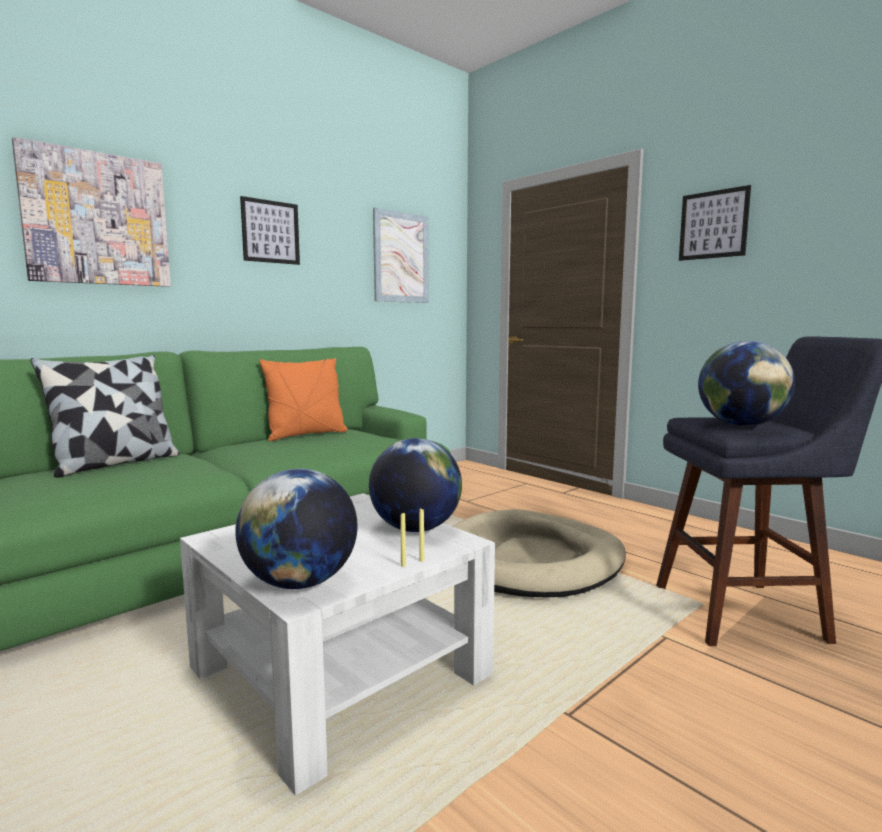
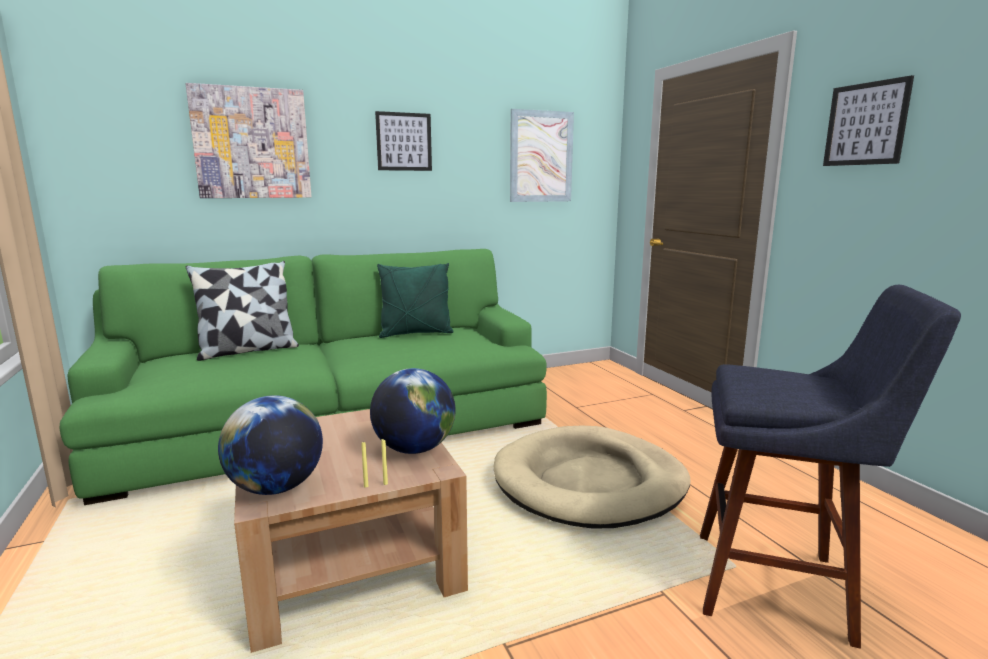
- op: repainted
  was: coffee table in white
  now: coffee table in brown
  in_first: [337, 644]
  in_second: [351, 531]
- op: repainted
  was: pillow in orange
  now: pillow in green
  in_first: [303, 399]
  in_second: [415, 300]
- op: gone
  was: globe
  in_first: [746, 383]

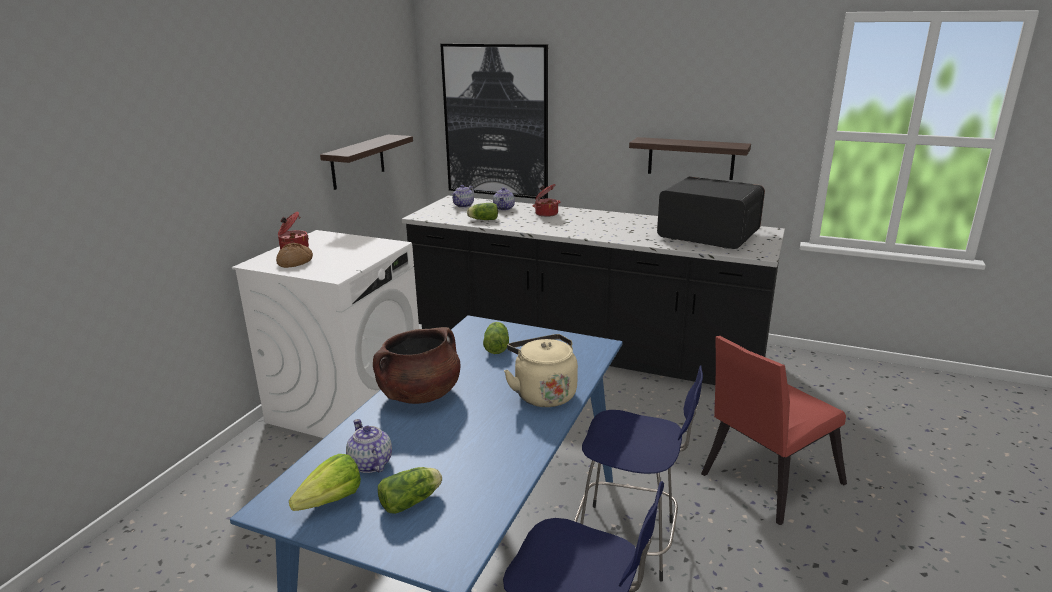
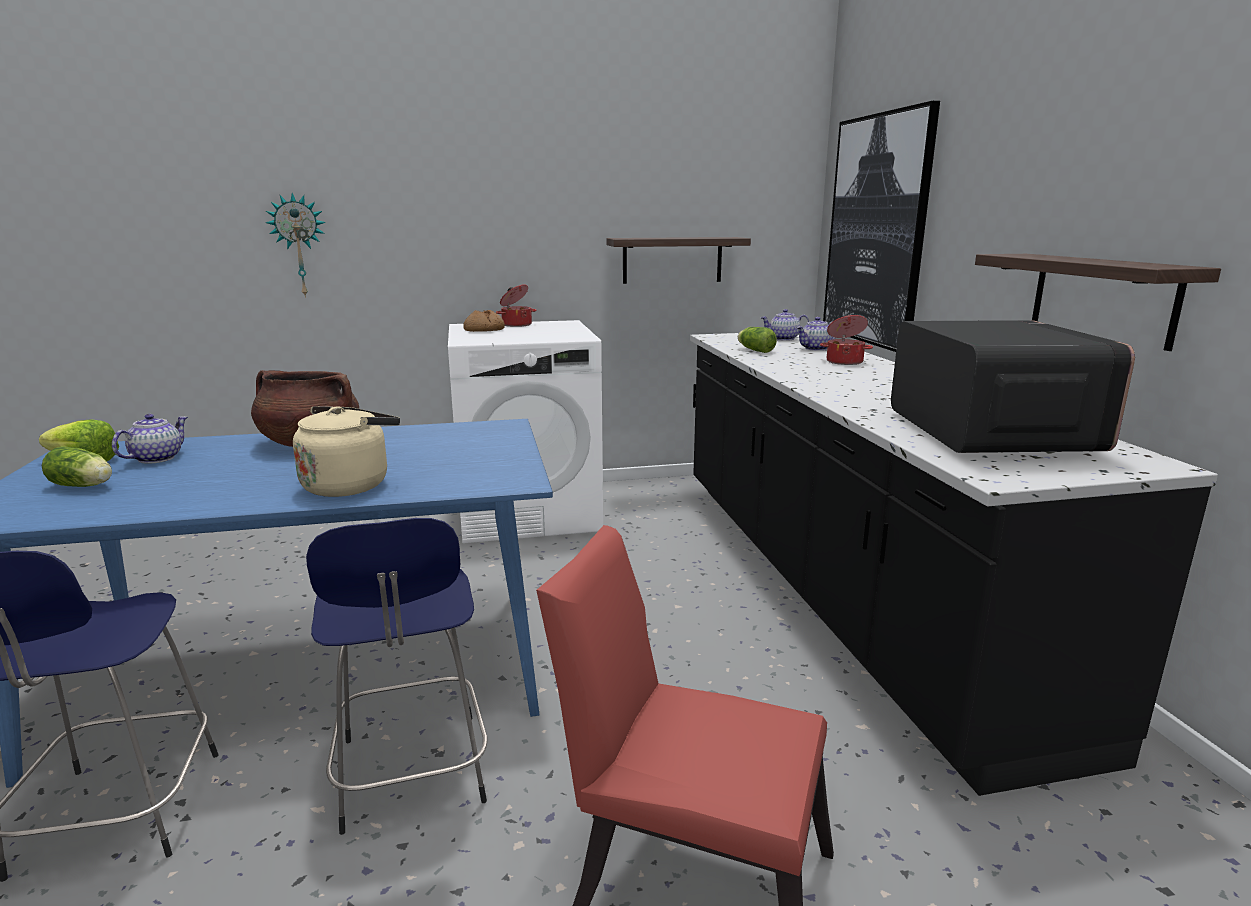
- op: gone
  was: lettuce
  in_first: [496, 338]
- op: new
  now: wall clock
  in_second: [296, 245]

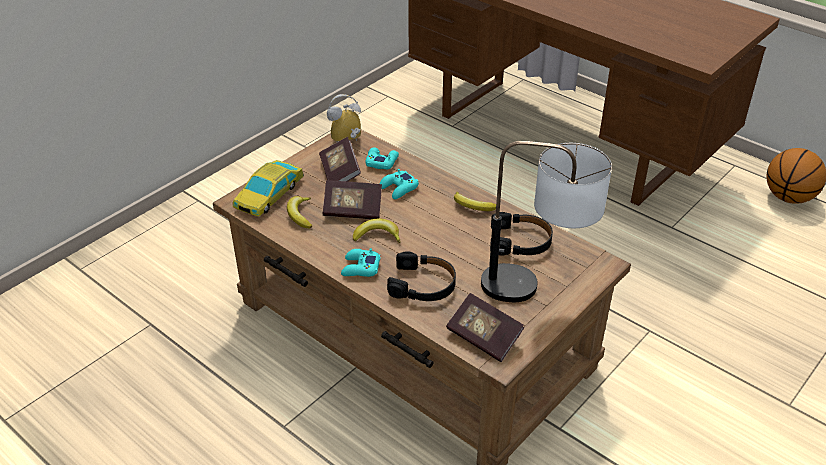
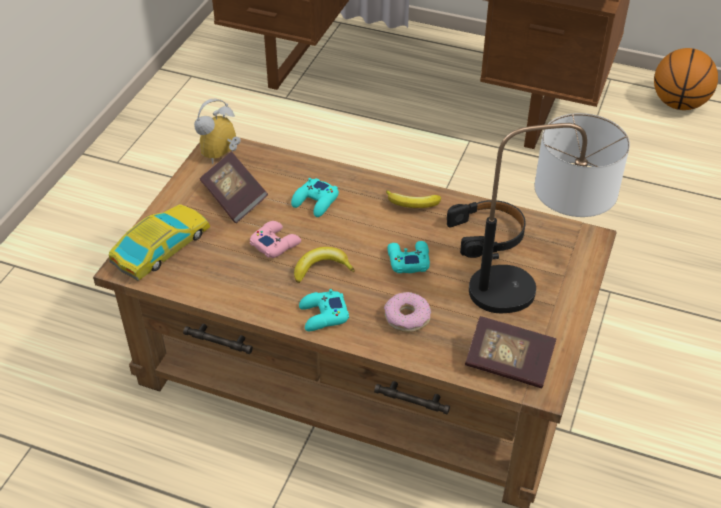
- op: rotated
  was: toy car
  in_first: [268, 188]
  in_second: [159, 242]
  clockwise: -150
- op: gone
  was: banana
  in_first: [299, 212]
- op: swapped
  was: book
  now: game controller in pink
  in_first: [352, 199]
  in_second: [275, 239]
- op: shifted
  was: game controller in turquoise
  in_first: [382, 158]
  in_second: [408, 257]
- op: swapped
  was: headphones in black
  now: donut
  in_first: [421, 276]
  in_second: [407, 312]

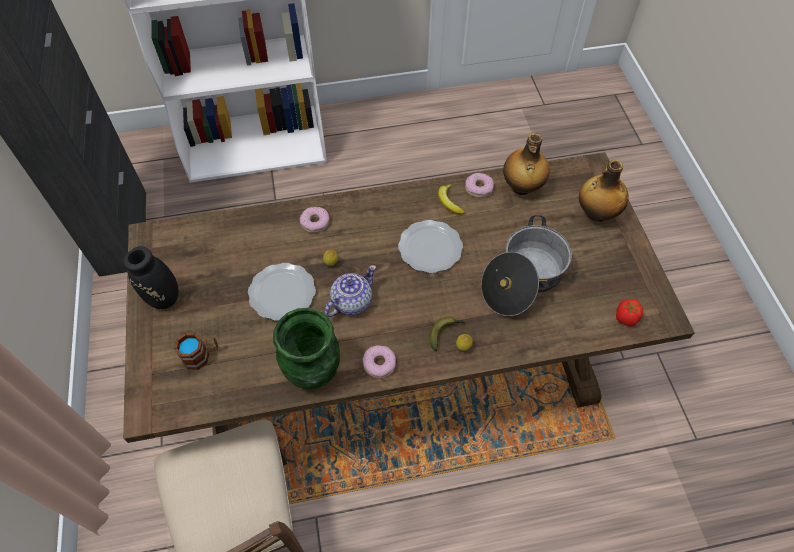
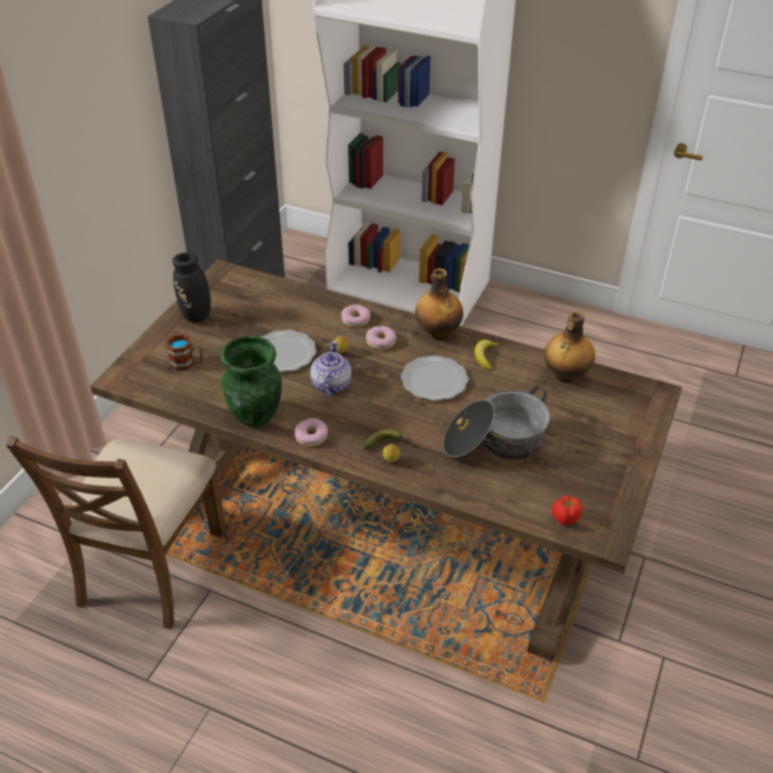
- op: rotated
  was: teapot
  in_first: [350, 291]
  in_second: [330, 369]
  clockwise: -75
- op: shifted
  was: donut
  in_first: [479, 185]
  in_second: [381, 338]
- op: shifted
  was: bottle
  in_first: [604, 191]
  in_second: [439, 304]

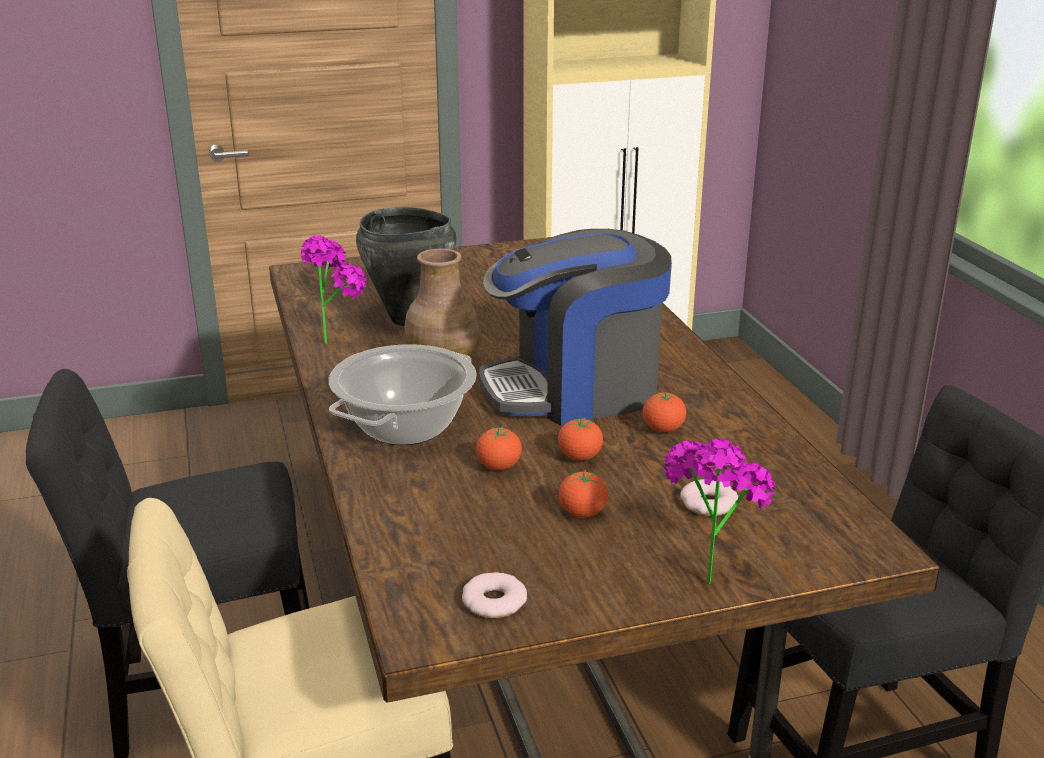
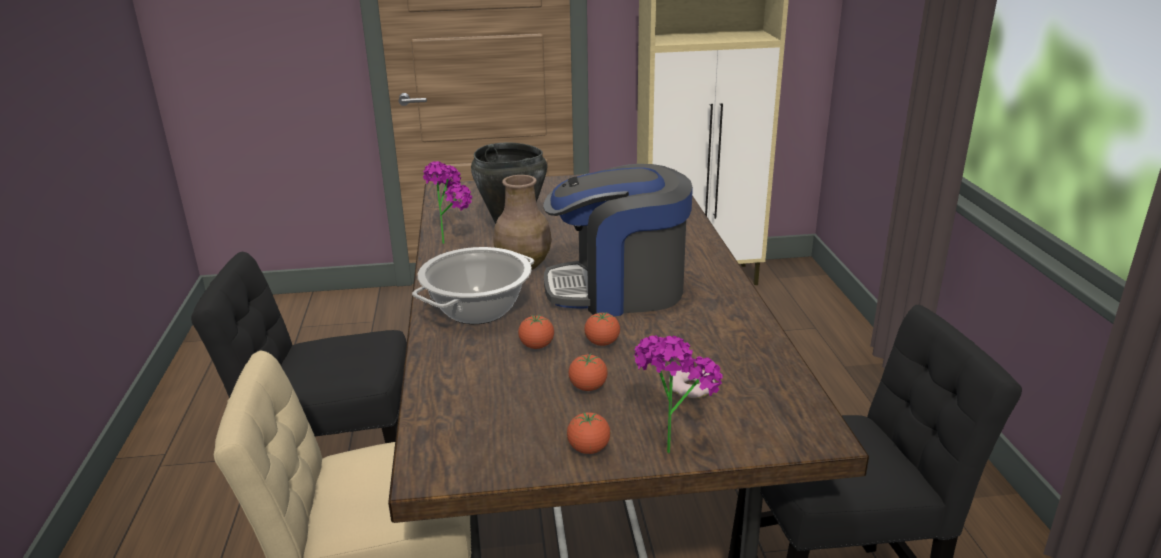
- op: gone
  was: donut
  in_first: [494, 595]
- op: shifted
  was: tomato
  in_first: [664, 412]
  in_second: [588, 433]

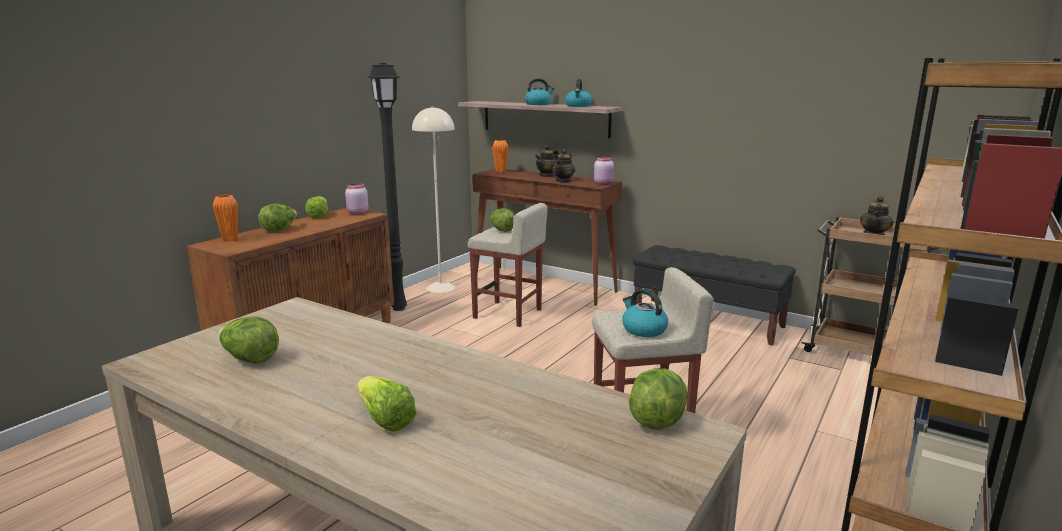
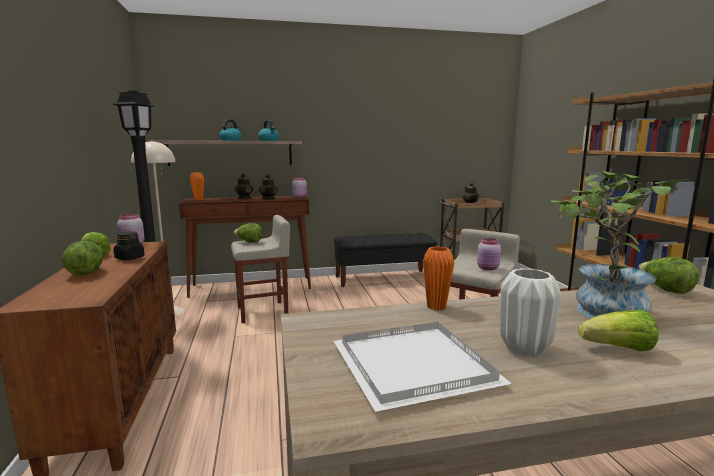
- op: shifted
  was: vase in orange
  in_first: [225, 218]
  in_second: [438, 278]
- op: swapped
  was: lettuce
  now: tray in white
  in_first: [248, 340]
  in_second: [423, 367]
- op: swapped
  was: kettle
  now: jar in pink
  in_first: [645, 312]
  in_second: [489, 254]
- op: new
  now: jar in black
  in_second: [129, 245]
- op: new
  now: vase in white
  in_second: [531, 312]
- op: new
  now: potted plant
  in_second: [619, 244]

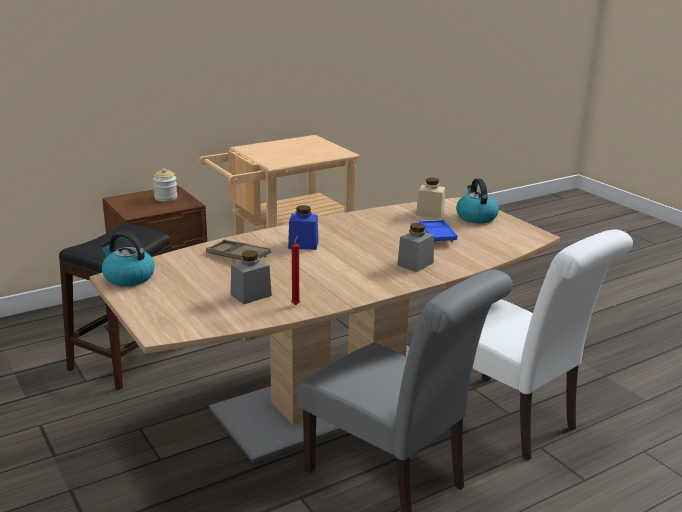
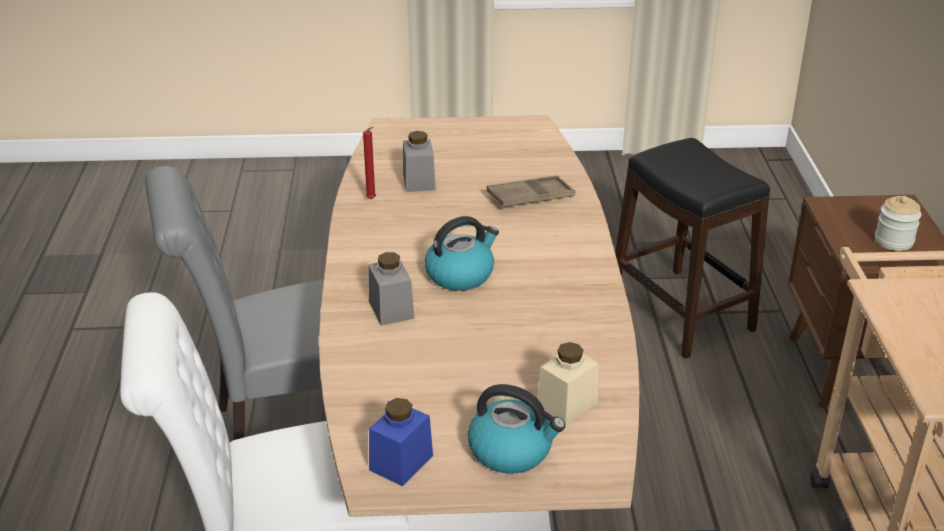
- op: shifted
  was: kettle
  in_first: [127, 259]
  in_second: [462, 253]
- op: shifted
  was: jar in blue
  in_first: [303, 227]
  in_second: [401, 442]
- op: gone
  was: tray in blue
  in_first: [438, 231]

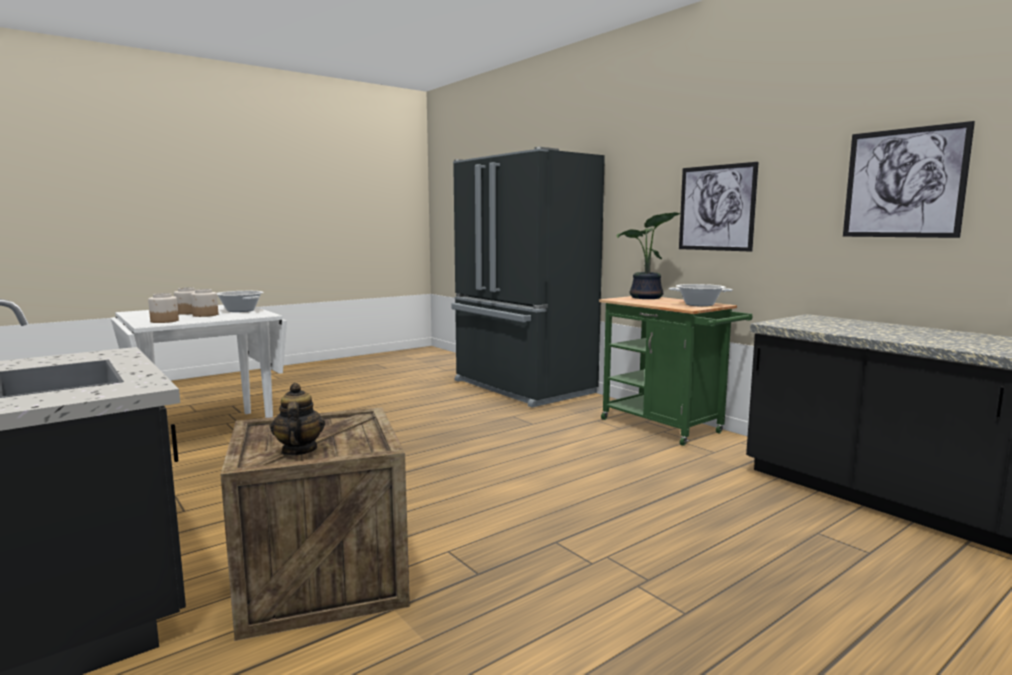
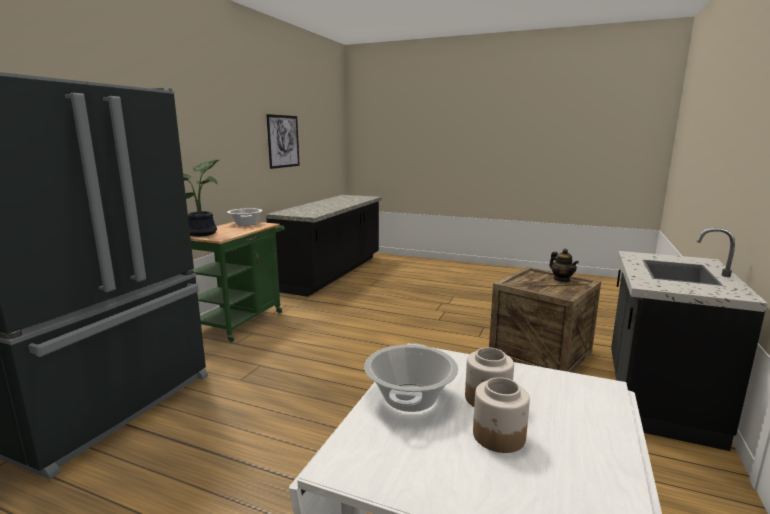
- op: gone
  was: jar
  in_first: [163, 308]
- op: rotated
  was: teapot
  in_first: [297, 419]
  in_second: [564, 265]
  clockwise: -75
- op: gone
  was: picture
  in_first: [718, 207]

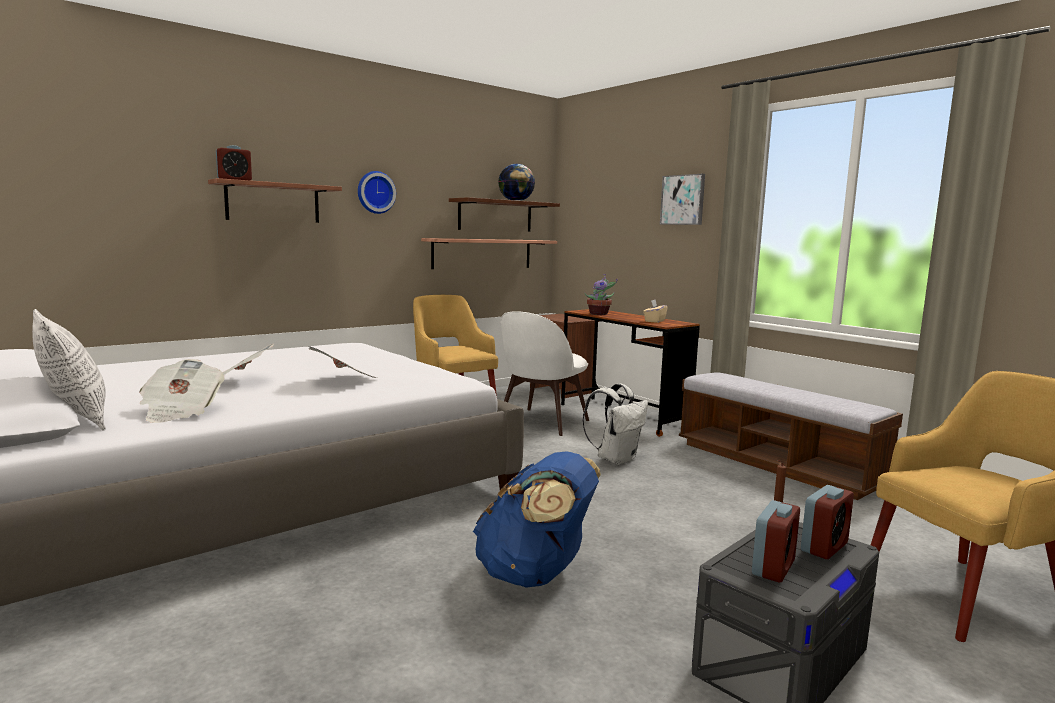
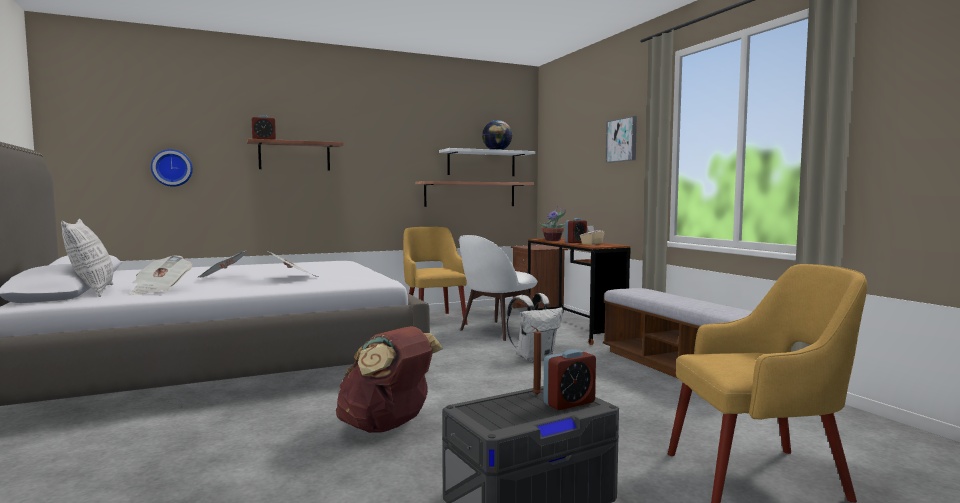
- op: shifted
  was: wall clock
  in_first: [377, 192]
  in_second: [172, 168]
- op: repainted
  was: shelf in brown
  now: shelf in white
  in_first: [504, 214]
  in_second: [487, 162]
- op: repainted
  was: backpack in blue
  now: backpack in brown
  in_first: [537, 519]
  in_second: [389, 379]
- op: shifted
  was: alarm clock
  in_first: [776, 541]
  in_second: [576, 230]

